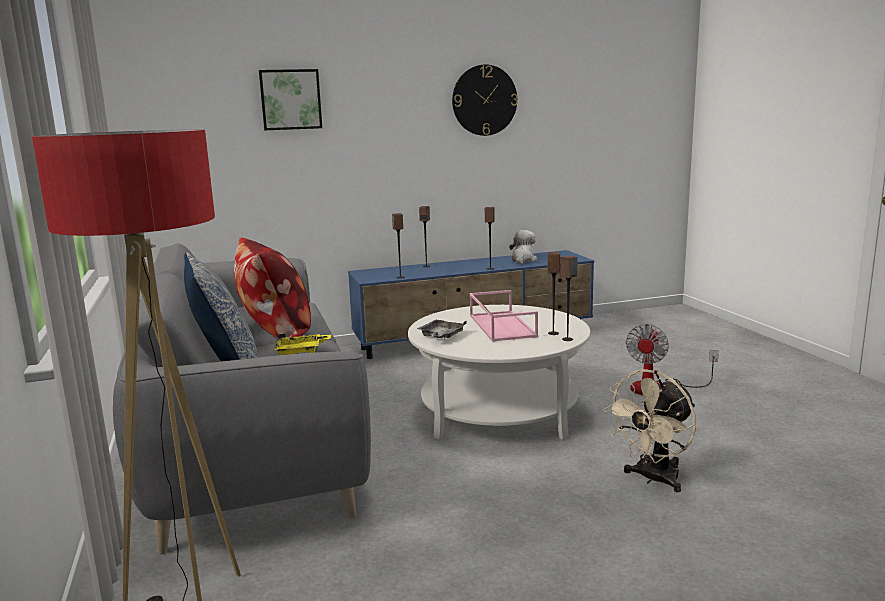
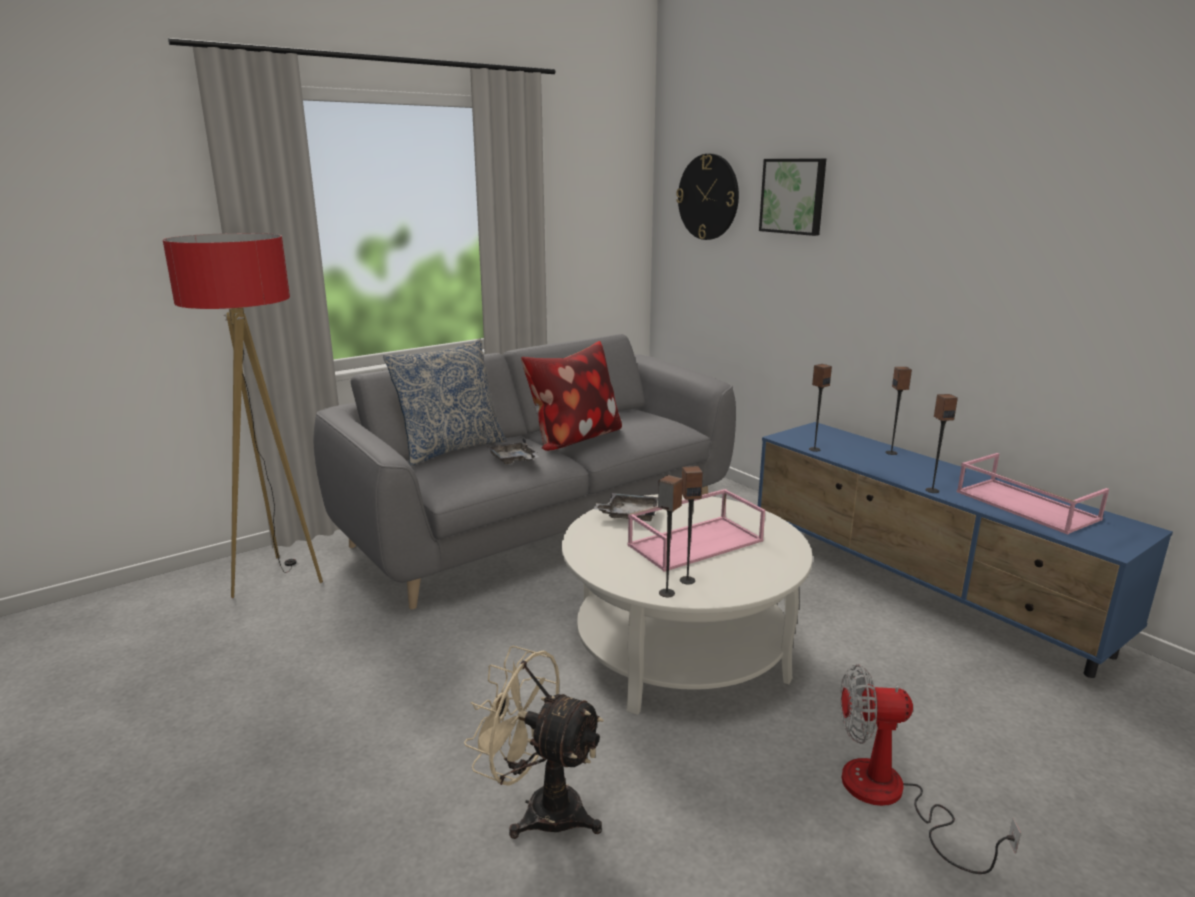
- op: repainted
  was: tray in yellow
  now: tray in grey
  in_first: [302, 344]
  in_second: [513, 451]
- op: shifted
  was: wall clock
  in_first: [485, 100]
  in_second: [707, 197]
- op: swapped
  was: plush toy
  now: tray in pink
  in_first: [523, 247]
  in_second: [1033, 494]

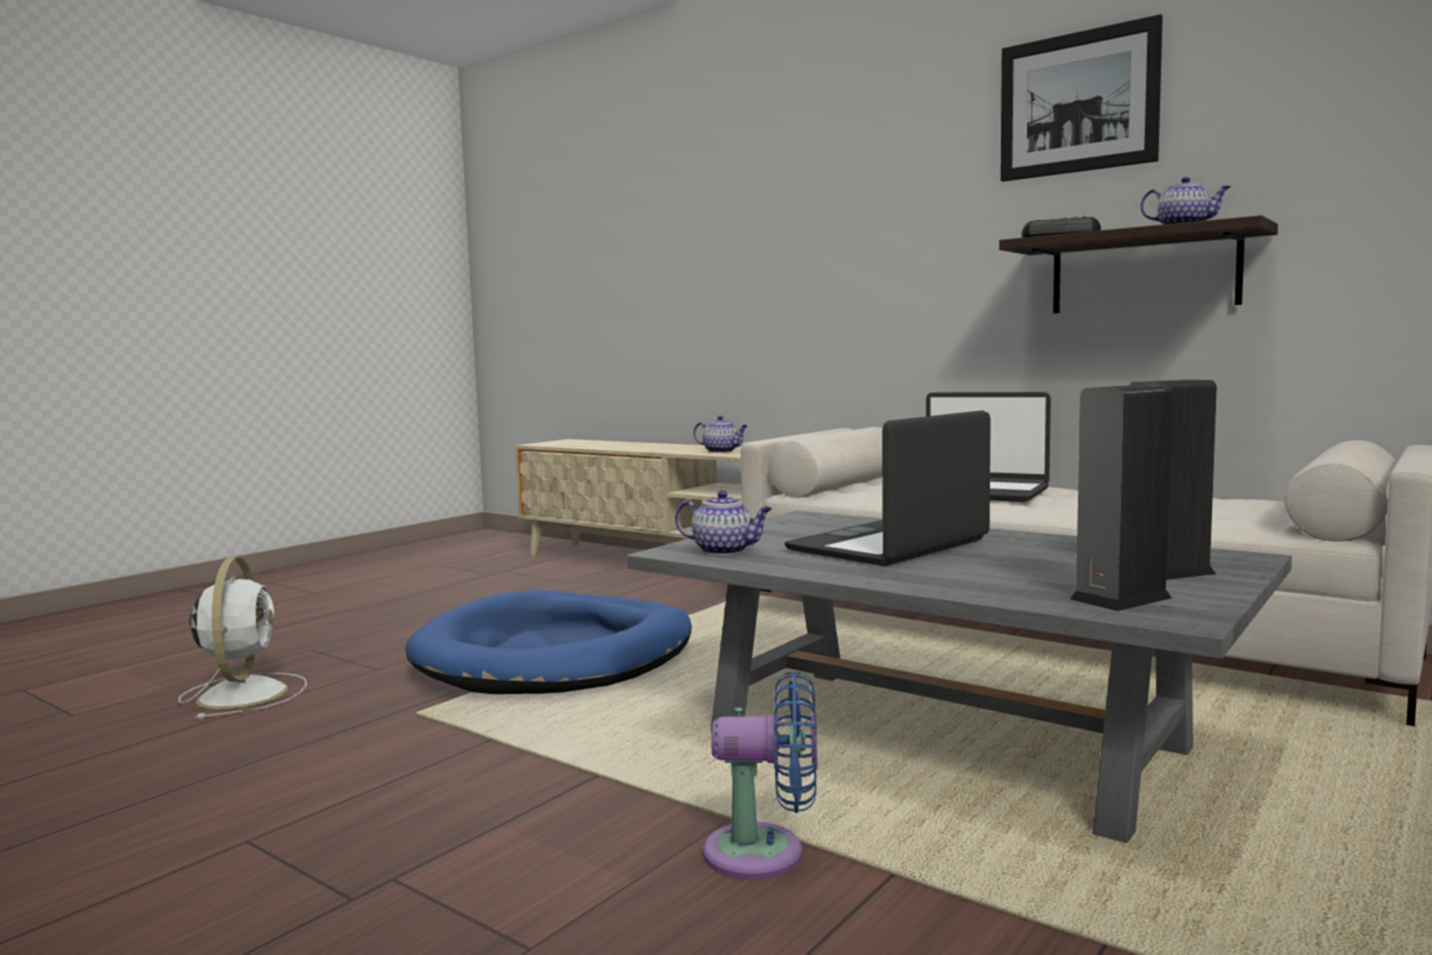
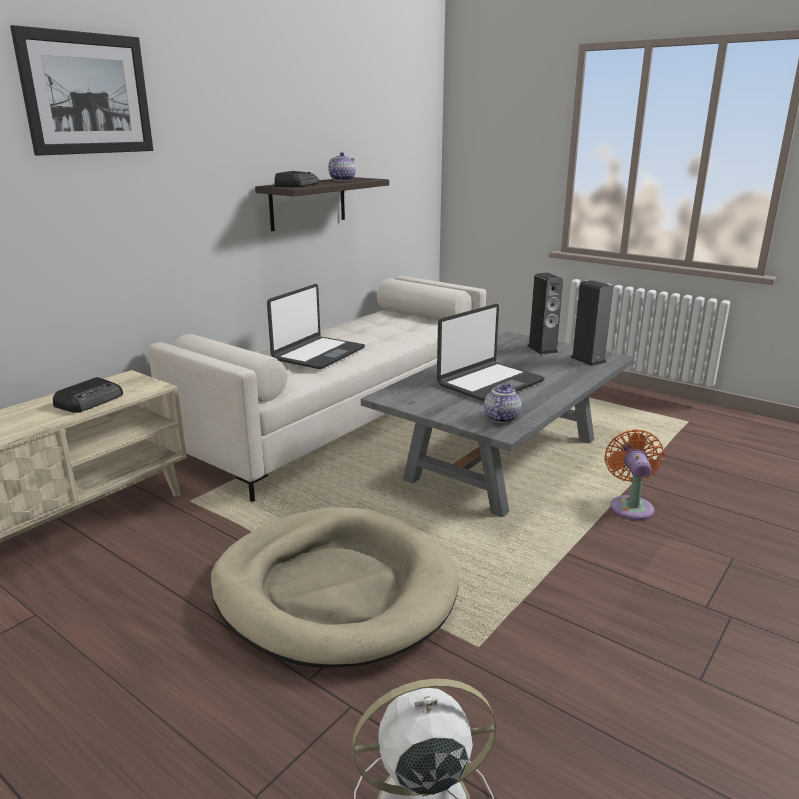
- op: repainted
  was: dog bed in blue
  now: dog bed in beige
  in_first: [548, 642]
  in_second: [334, 587]
- op: swapped
  was: teapot
  now: radio
  in_first: [720, 434]
  in_second: [88, 395]
- op: repainted
  was: fan in blue
  now: fan in orange
  in_first: [760, 775]
  in_second: [634, 474]
- op: rotated
  was: laptop
  in_first: [887, 488]
  in_second: [491, 352]
  clockwise: -90
- op: shifted
  was: picture
  in_first: [1081, 98]
  in_second: [81, 90]

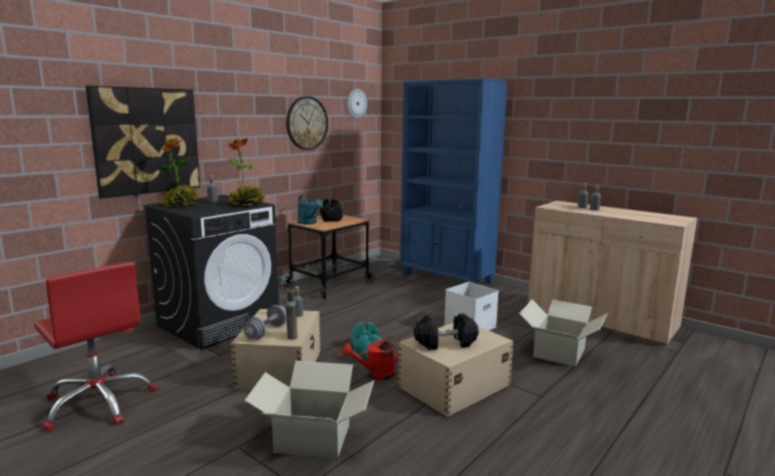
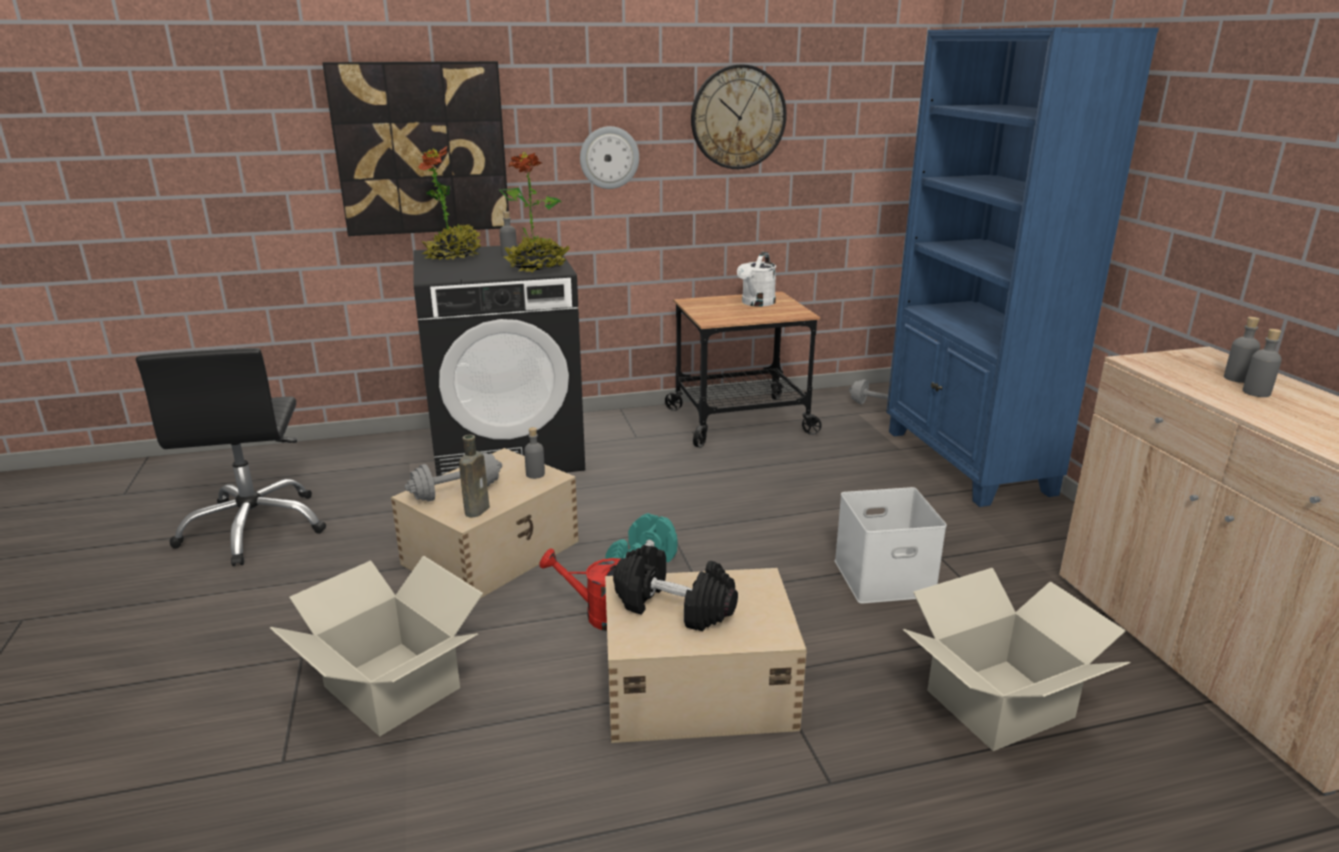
- op: repainted
  was: office chair in red
  now: office chair in black
  in_first: [95, 346]
  in_second: [231, 457]
- op: gone
  was: watering can in turquoise
  in_first: [310, 209]
- op: swapped
  was: dumbbell in black
  now: watering can in white
  in_first: [331, 210]
  in_second: [756, 279]
- op: shifted
  was: wall clock
  in_first: [357, 104]
  in_second: [609, 157]

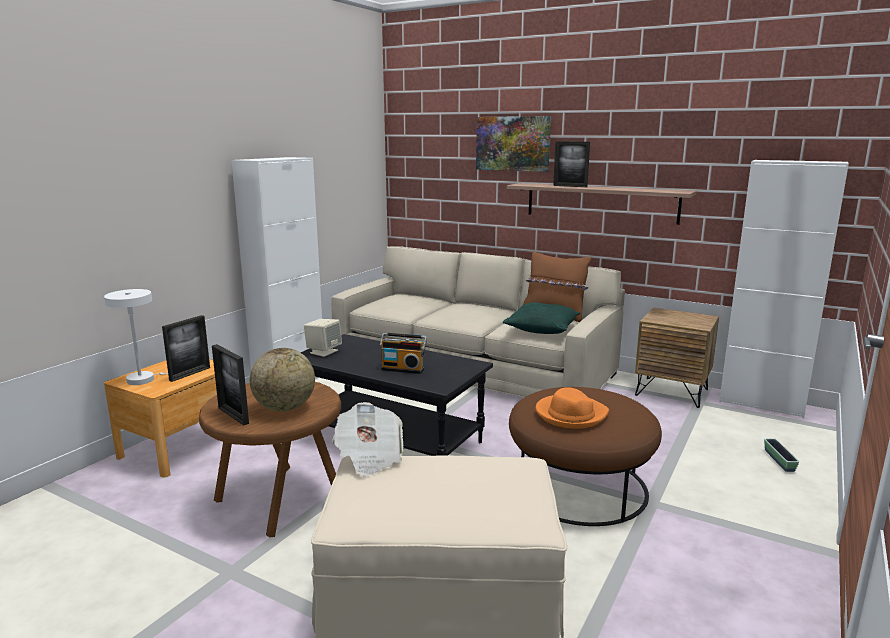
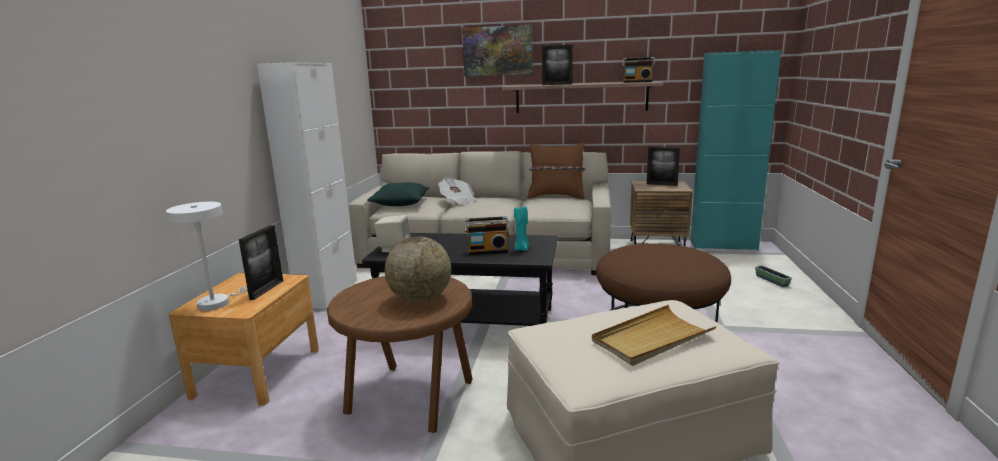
- op: shifted
  was: picture frame
  in_first: [230, 384]
  in_second: [663, 166]
- op: shifted
  was: newspaper
  in_first: [367, 439]
  in_second: [457, 191]
- op: shifted
  was: pillow in green
  in_first: [541, 318]
  in_second: [398, 194]
- op: gone
  was: hat in orange
  in_first: [572, 408]
- op: repainted
  was: cabinet in white
  now: cabinet in turquoise
  in_first: [784, 289]
  in_second: [735, 150]
- op: new
  now: candle in turquoise
  in_second: [521, 228]
- op: new
  now: tray in beige
  in_second: [654, 335]
- op: new
  now: radio
  in_second: [638, 70]

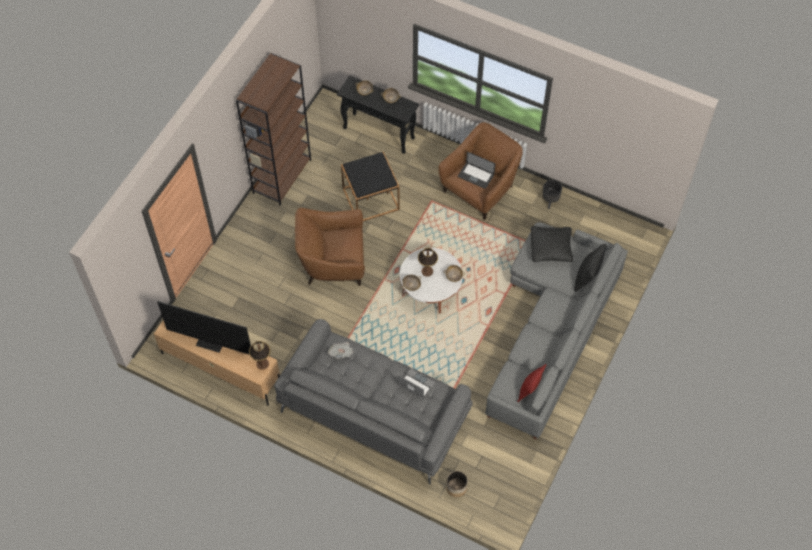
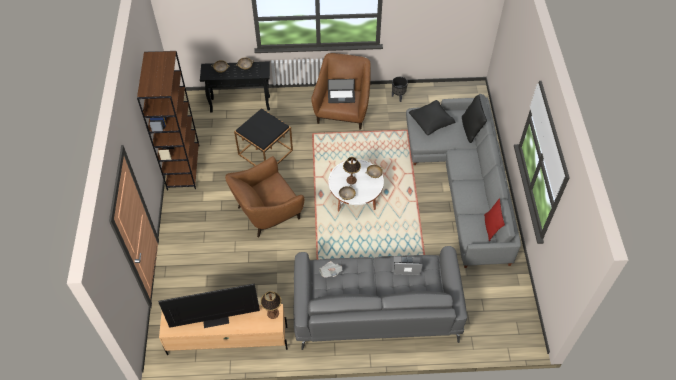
- op: gone
  was: planter
  in_first: [457, 484]

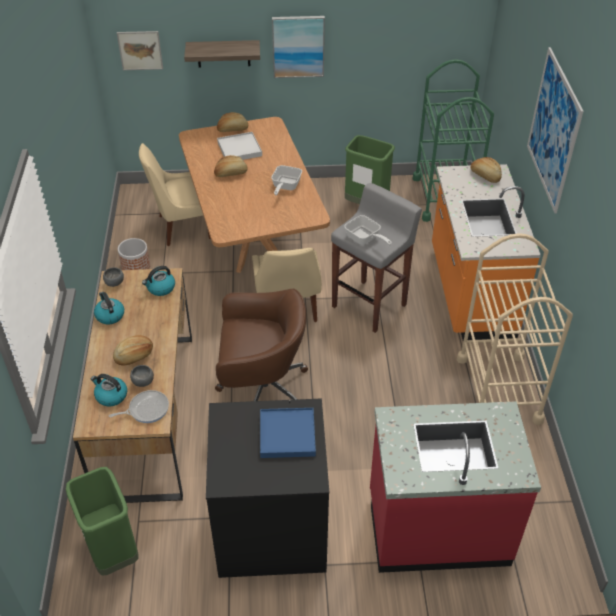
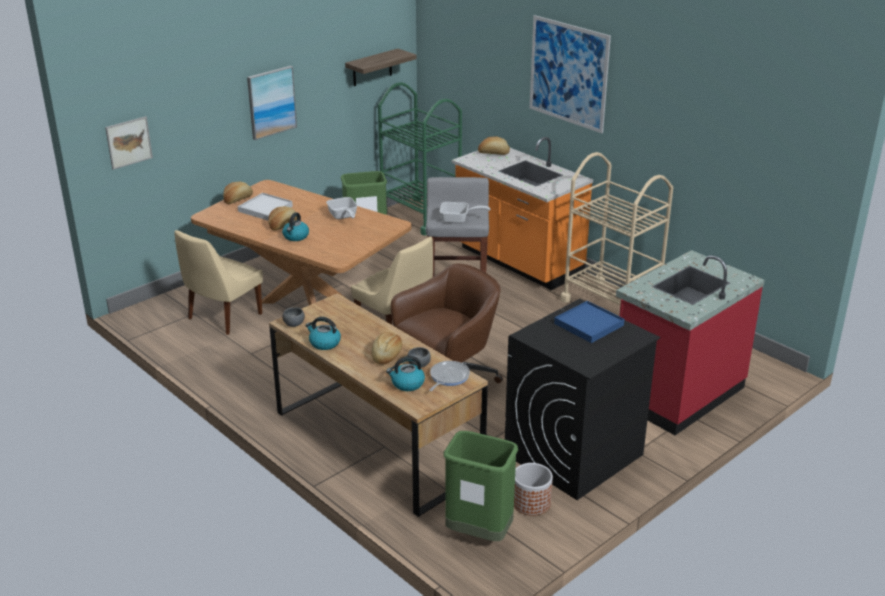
- op: shifted
  was: planter
  in_first: [134, 254]
  in_second: [533, 489]
- op: shifted
  was: kettle
  in_first: [158, 281]
  in_second: [295, 226]
- op: shifted
  was: shelf
  in_first: [222, 53]
  in_second: [381, 67]

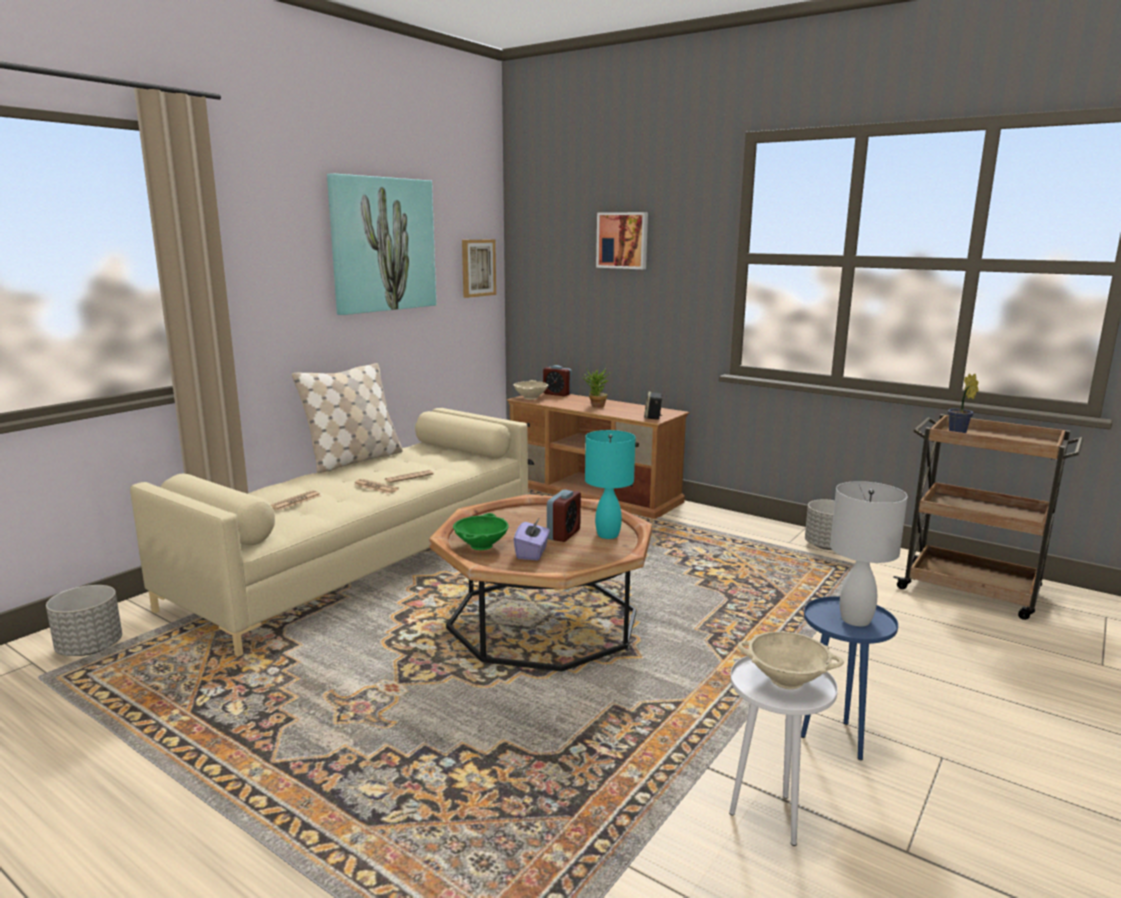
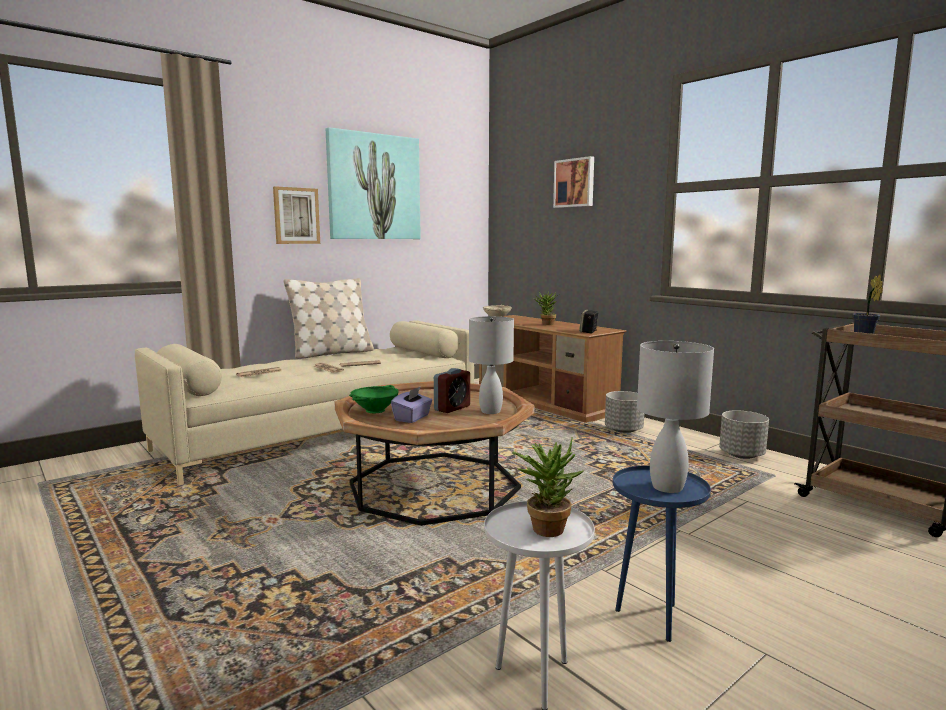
- op: shifted
  was: planter in grey
  in_first: [84, 620]
  in_second: [624, 412]
- op: shifted
  was: picture
  in_first: [479, 269]
  in_second: [296, 215]
- op: gone
  was: alarm clock
  in_first: [557, 380]
- op: repainted
  was: table lamp in turquoise
  now: table lamp in white
  in_first: [610, 484]
  in_second: [491, 365]
- op: swapped
  was: bowl in beige
  now: potted plant
  in_first: [790, 660]
  in_second: [547, 486]

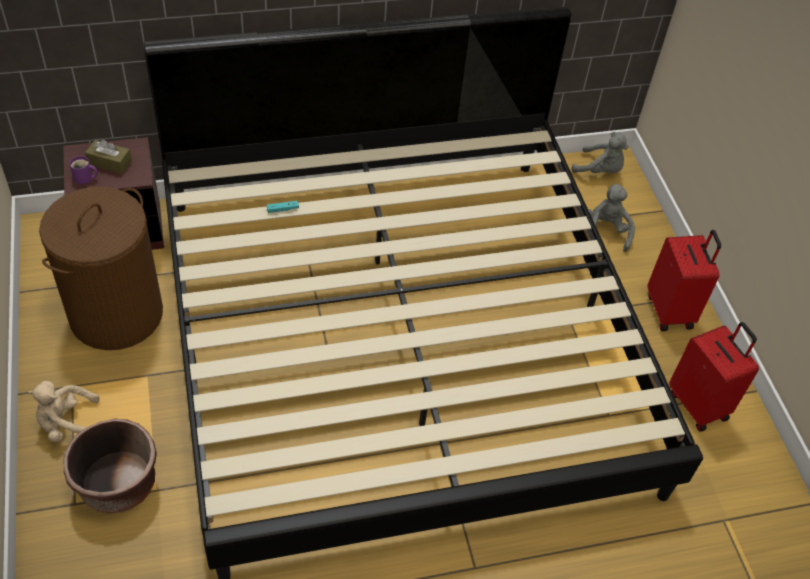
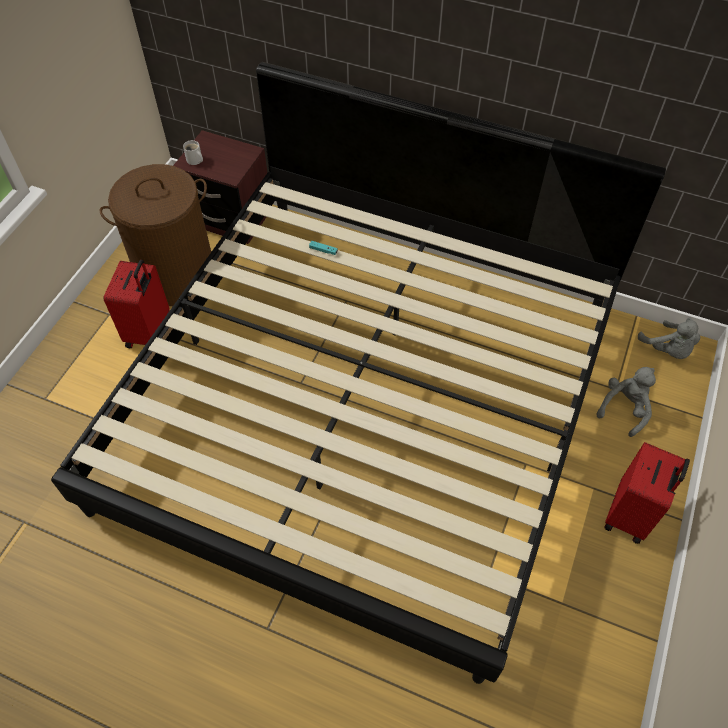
- op: gone
  was: plush toy in beige
  in_first: [63, 411]
- op: gone
  was: planter in brown
  in_first: [110, 466]
- op: repainted
  was: mug in purple
  now: mug in white
  in_first: [83, 170]
  in_second: [193, 152]
- op: gone
  was: tissue box in brown
  in_first: [108, 156]
- op: shifted
  was: suitcase in red
  in_first: [714, 377]
  in_second: [137, 304]

